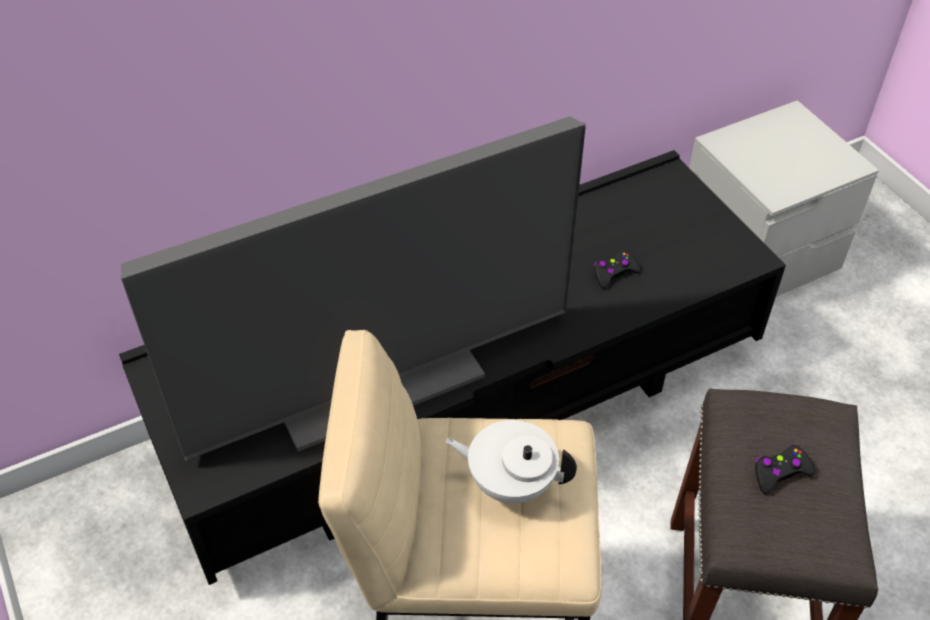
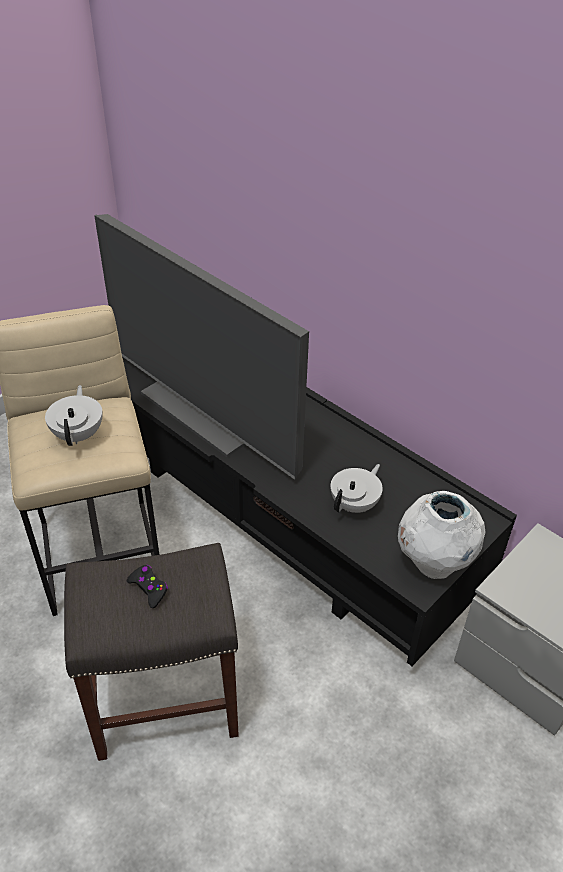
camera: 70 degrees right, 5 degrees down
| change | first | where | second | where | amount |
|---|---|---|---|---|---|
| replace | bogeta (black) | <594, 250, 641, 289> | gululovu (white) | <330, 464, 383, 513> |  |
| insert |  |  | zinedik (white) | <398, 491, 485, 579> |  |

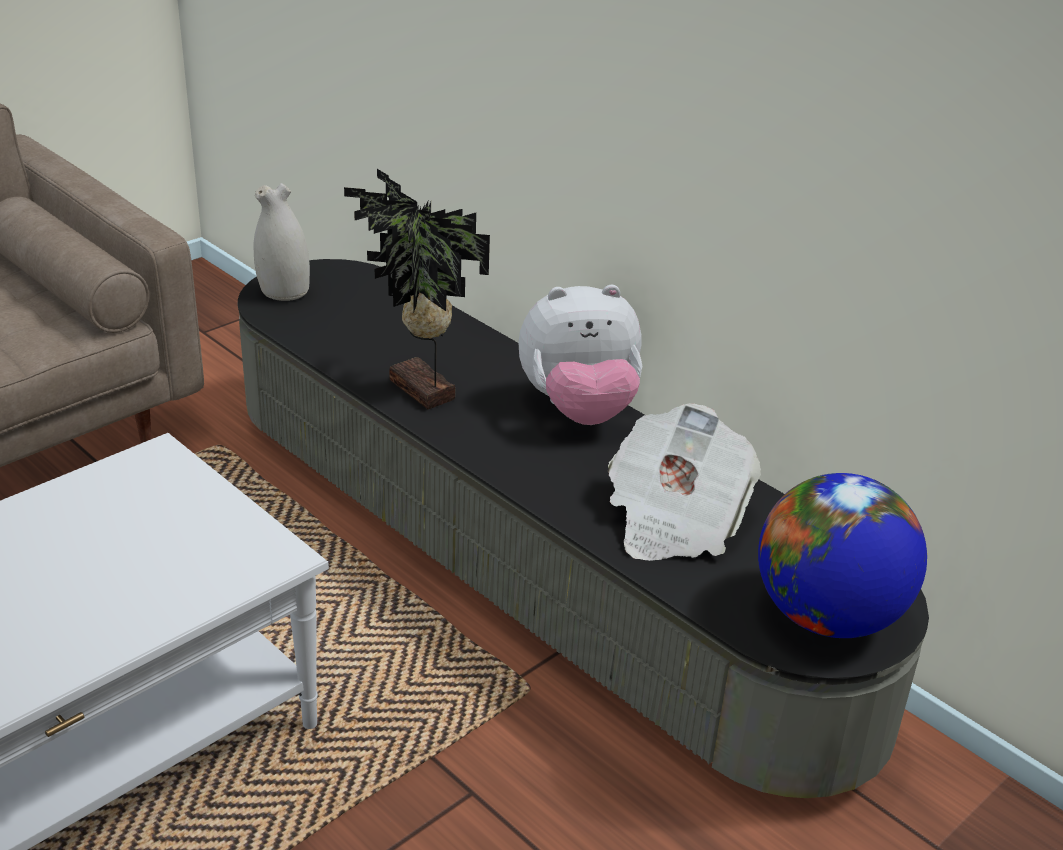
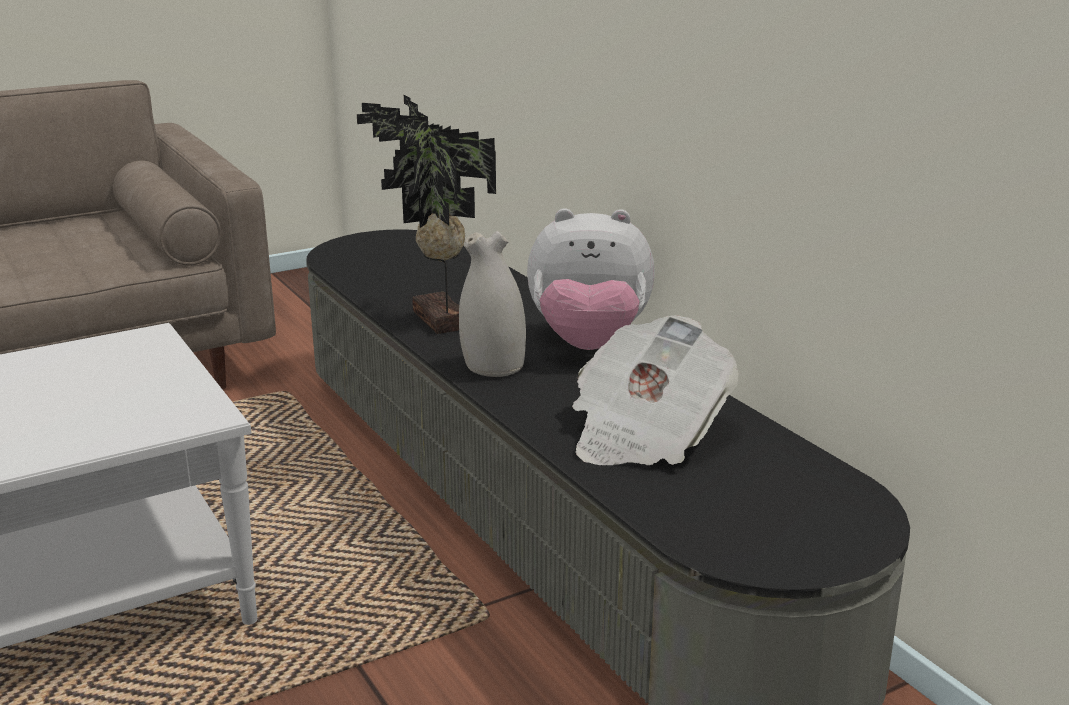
camera: 15 degrees right, 10 degrees down
| change | first | where | second | where | amount |
|---|---|---|---|---|---|
| move | zinedik (white) | <254, 183, 310, 301> |  | <459, 231, 526, 377> |  |
| delete | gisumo | <758, 473, 927, 638> |  |  |  |

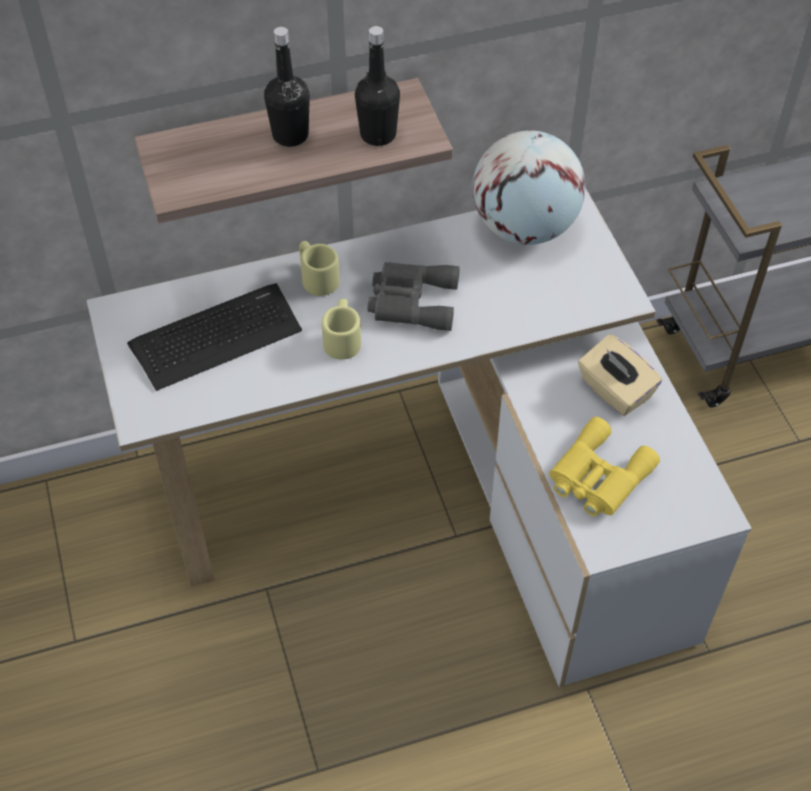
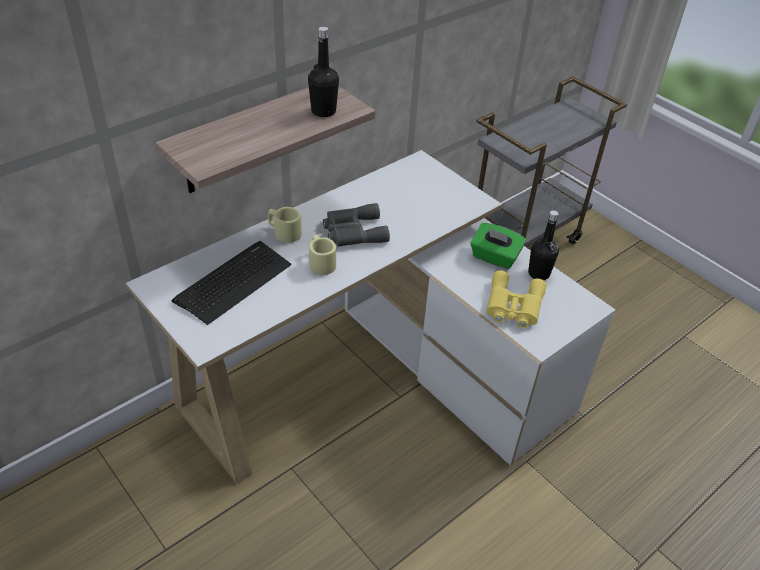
camera: 25 degrees left, 10 degrees down
| change | first | where | second | where | amount |
|---|---|---|---|---|---|
| recolor | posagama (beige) | <578, 334, 662, 416> | posagama (green) | <470, 223, 526, 270> |  |
| move | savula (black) | <264, 27, 310, 147> |  | <528, 210, 559, 280> |  |
| delete | gisumo | <472, 130, 585, 245> |  |  |  |

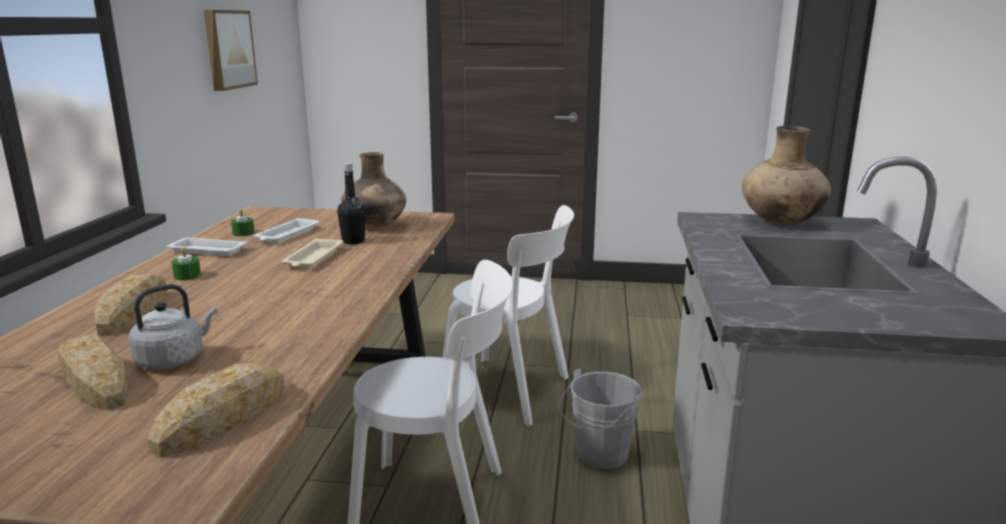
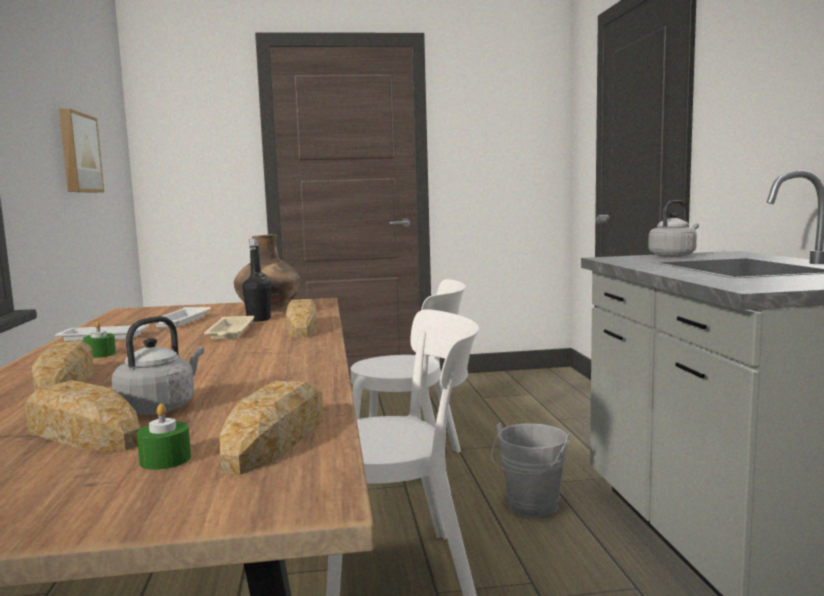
camera: 15 degrees left, 10 degrees down
| change | first | where | second | where | amount |
|---|---|---|---|---|---|
| move | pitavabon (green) | <231, 209, 255, 237> |  | <137, 404, 191, 470> |  |
| insert |  |  | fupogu | <286, 299, 317, 338> |  |
| replace | zinedik (brown) | <742, 126, 831, 224> | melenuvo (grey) | <648, 200, 699, 257> |  |

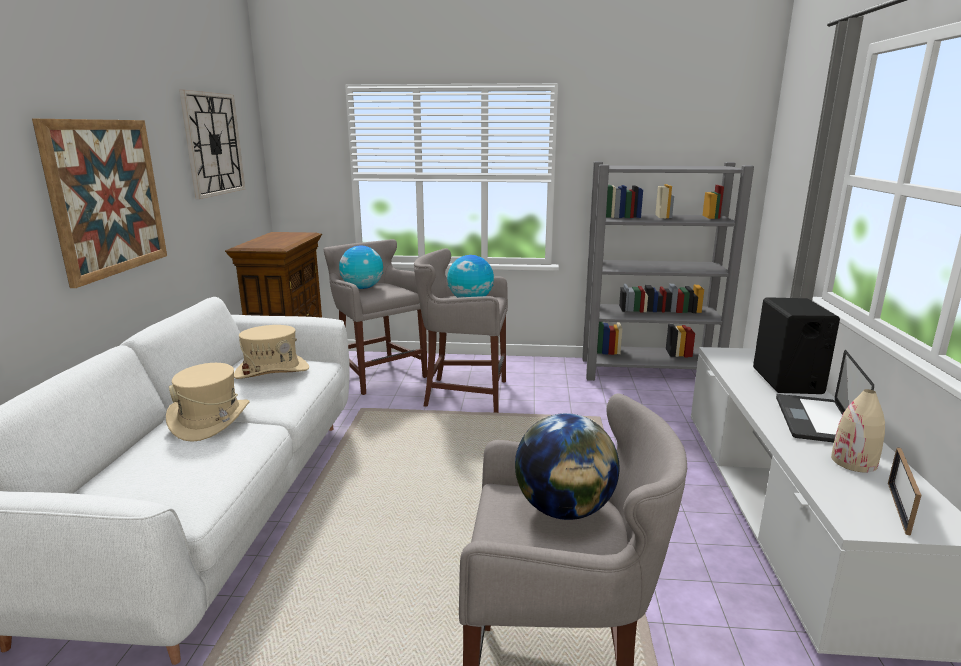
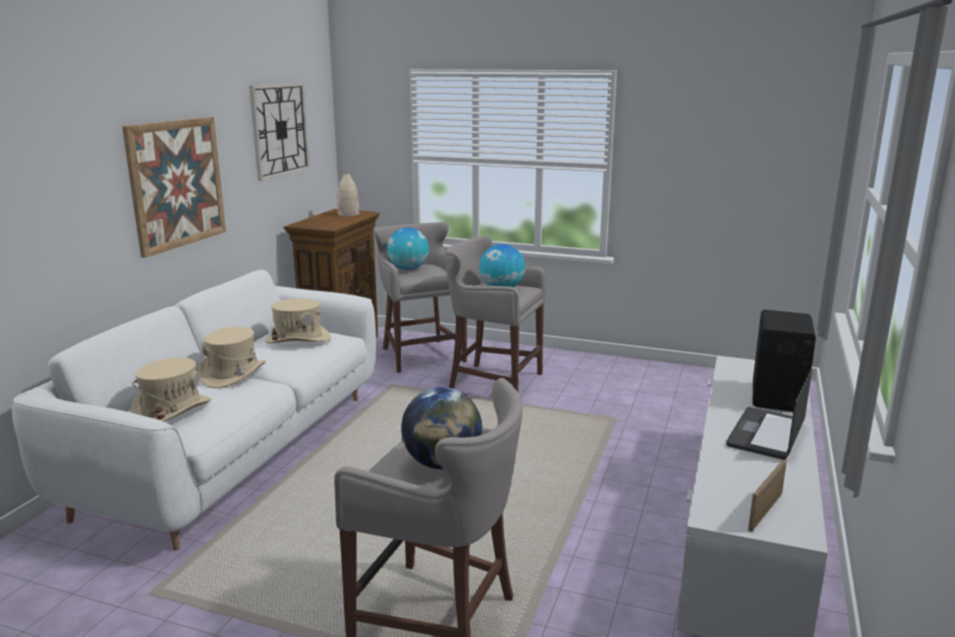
camera: 15 degrees right, 0 degrees up
| change | first | where | second | where | amount |
|---|---|---|---|---|---|
| insert |  |  | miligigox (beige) | <130, 358, 211, 422> |  |
| move | zinedik (beige) | <831, 389, 885, 472> |  | <337, 173, 359, 217> |  |
| delete | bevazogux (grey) | <582, 161, 754, 381> |  |  |  |

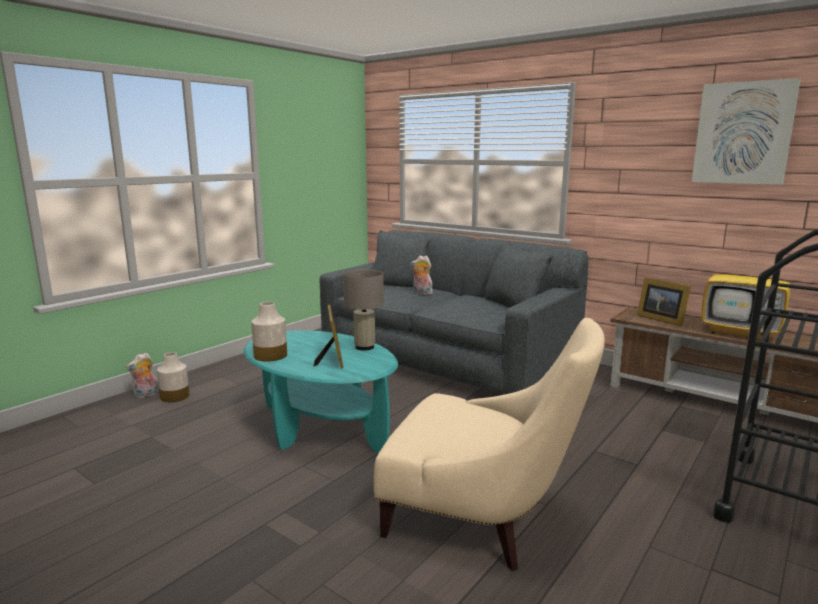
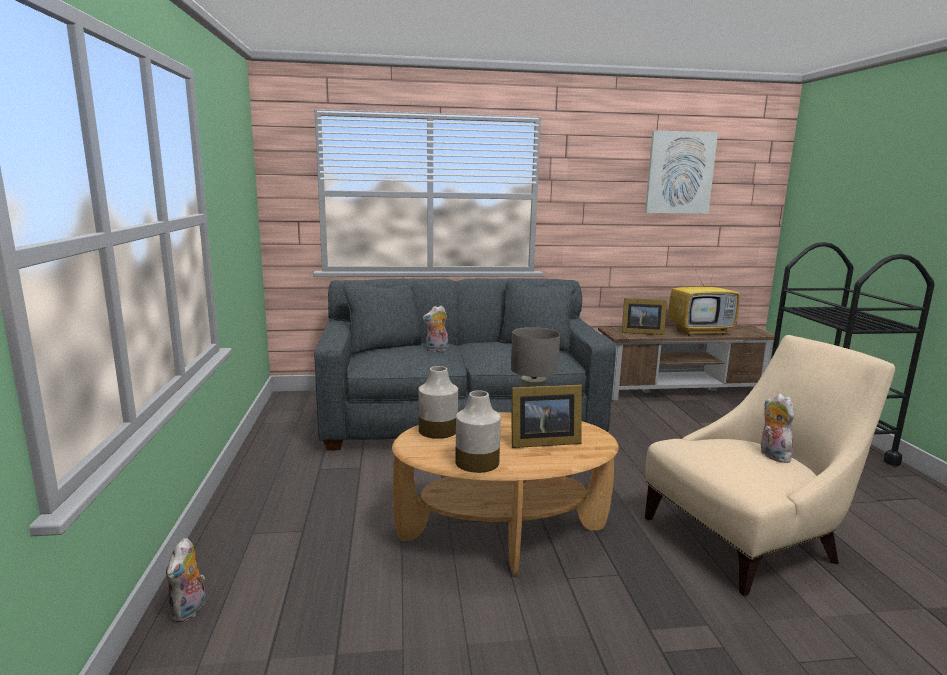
camera: 45 degrees left, 0 degrees up
| change | first | where | second | where | amount |
|---|---|---|---|---|---|
| recolor | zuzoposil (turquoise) | <244, 330, 398, 453> | zuzoposil (brown) | <392, 412, 619, 575> |  |
| move | zinedik (beige) | <157, 352, 190, 402> |  | <418, 366, 458, 439> |  |
| rotate | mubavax | <314, 305, 343, 369> |  | <511, 385, 582, 448> | 135 degrees clockwise |
| insert |  |  | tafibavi | <761, 393, 794, 463> |  |

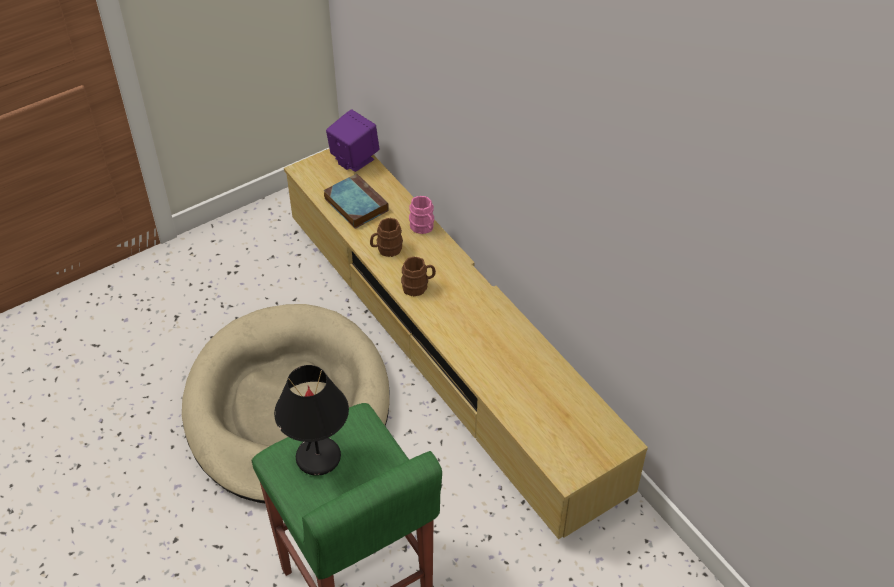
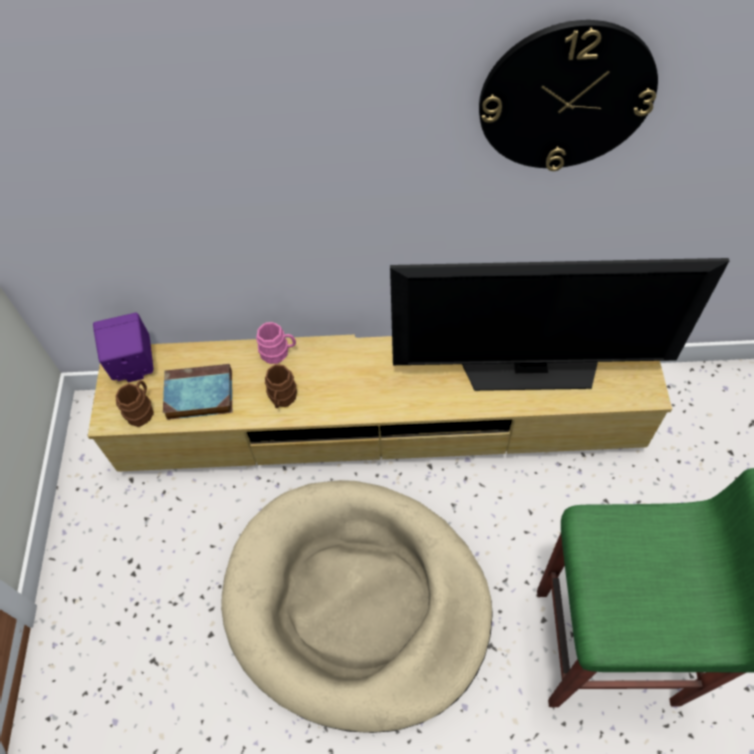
camera: 55 degrees left, 10 degrees up
| change | first | where | second | where | amount |
|---|---|---|---|---|---|
| move | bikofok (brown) | <401, 256, 436, 296> |  | <116, 380, 154, 427> |  |
| insert |  |  | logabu | <390, 258, 729, 391> |  |
| insert |  |  | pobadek | <479, 20, 658, 171> |  |
| delete | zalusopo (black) | <274, 365, 349, 476> |  |  |  |

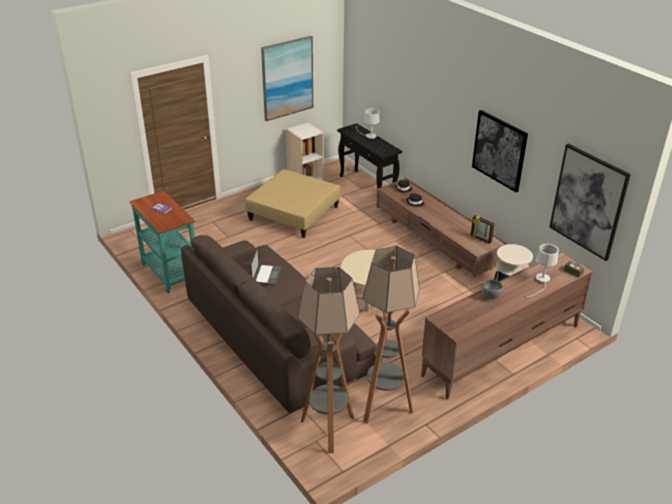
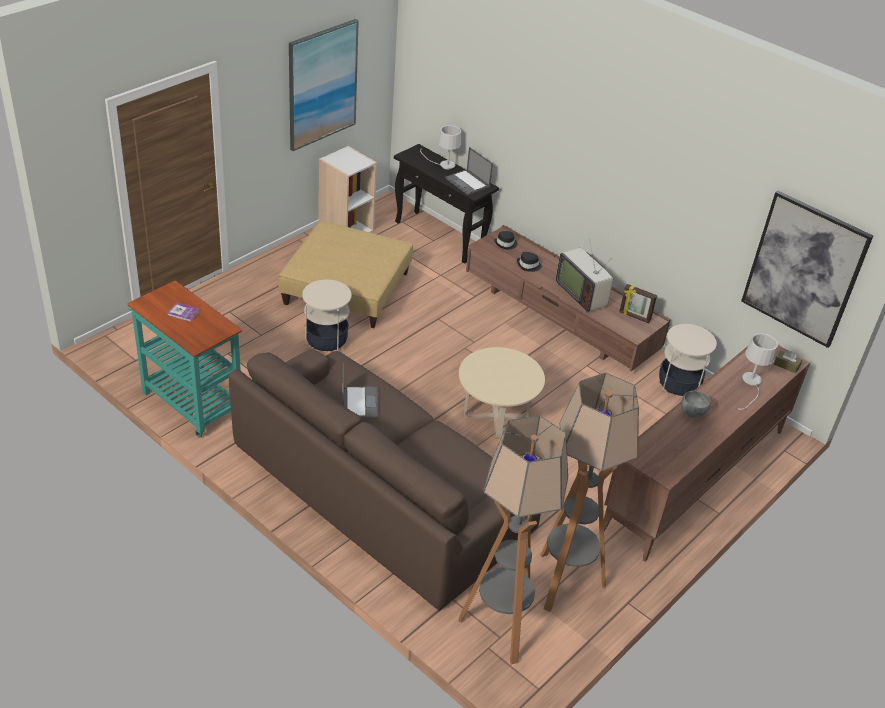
camera: 15 degrees left, 5 degrees up
| change | first | where | second | where | amount |
|---|---|---|---|---|---|
| insert |  |  | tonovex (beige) | <302, 279, 352, 351> |  |
| insert |  |  | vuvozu | <445, 147, 493, 195> |  |
| insert |  |  | logabu | <556, 244, 613, 313> |  |
| delete | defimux | <472, 110, 528, 192> |  |  |  |

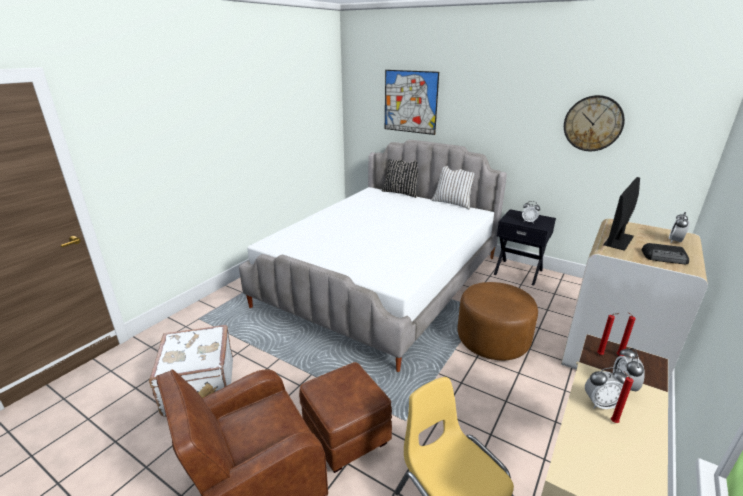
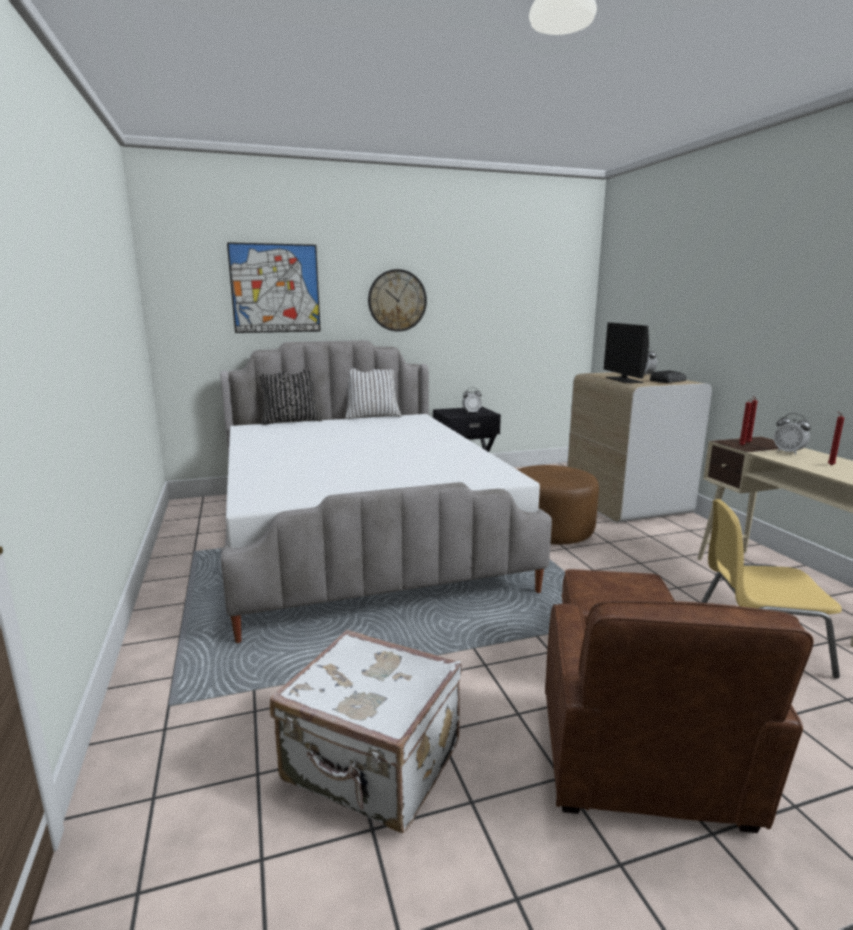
camera: 50 degrees left, 10 degrees down
| change | first | where | second | where | amount |
|---|---|---|---|---|---|
| move | pobadek | <564, 95, 625, 151> |  | <368, 269, 427, 332> |  |
| delete | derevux | <585, 367, 627, 409> |  |  |  |

